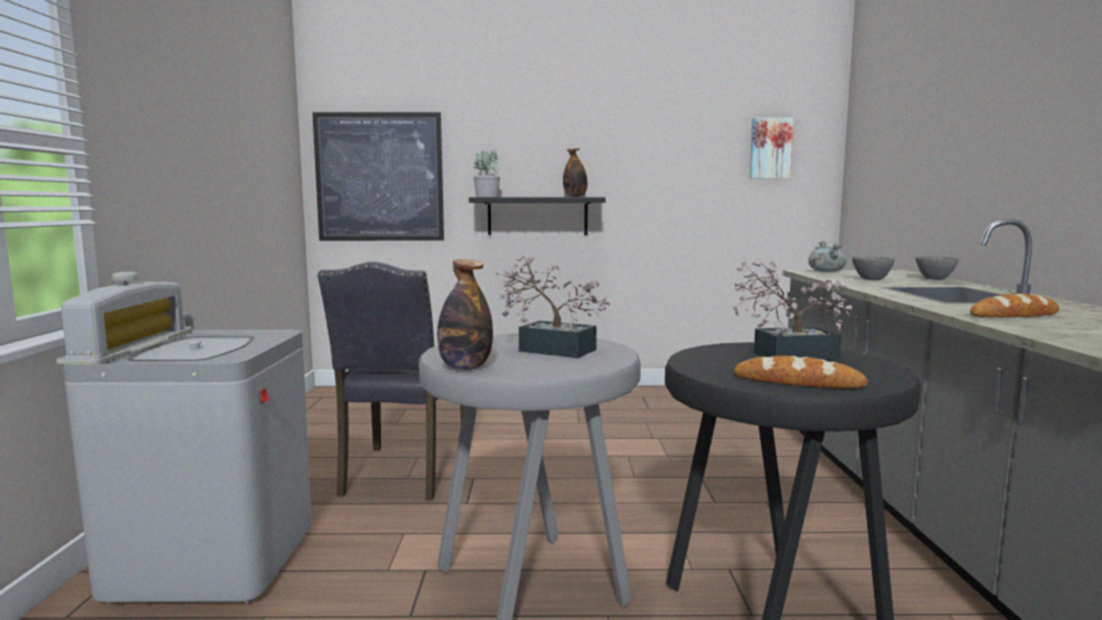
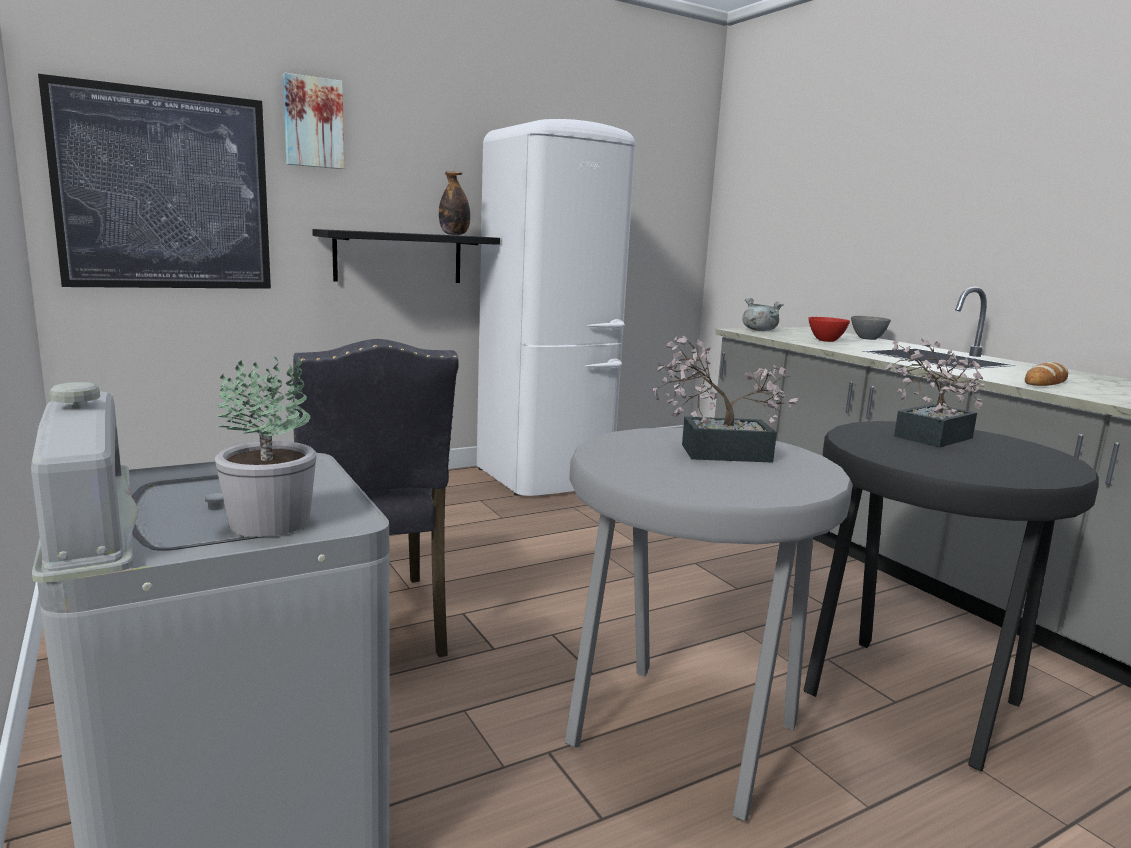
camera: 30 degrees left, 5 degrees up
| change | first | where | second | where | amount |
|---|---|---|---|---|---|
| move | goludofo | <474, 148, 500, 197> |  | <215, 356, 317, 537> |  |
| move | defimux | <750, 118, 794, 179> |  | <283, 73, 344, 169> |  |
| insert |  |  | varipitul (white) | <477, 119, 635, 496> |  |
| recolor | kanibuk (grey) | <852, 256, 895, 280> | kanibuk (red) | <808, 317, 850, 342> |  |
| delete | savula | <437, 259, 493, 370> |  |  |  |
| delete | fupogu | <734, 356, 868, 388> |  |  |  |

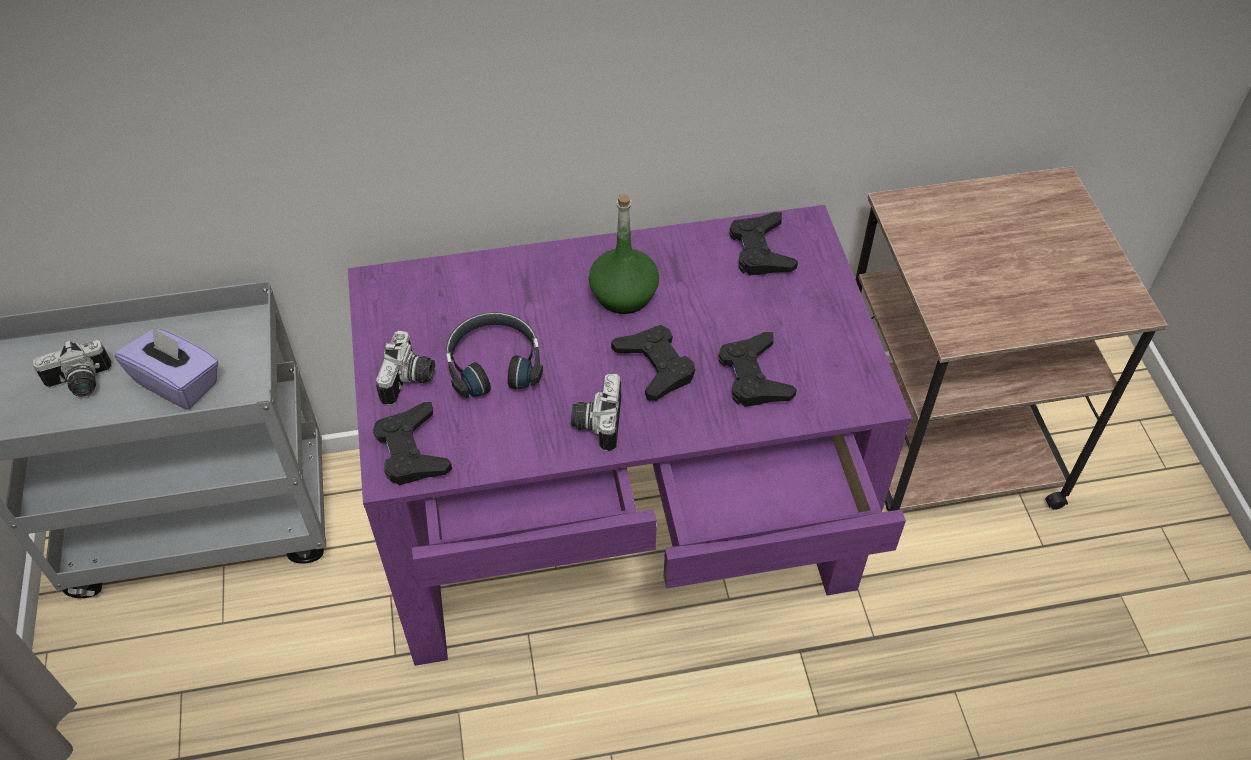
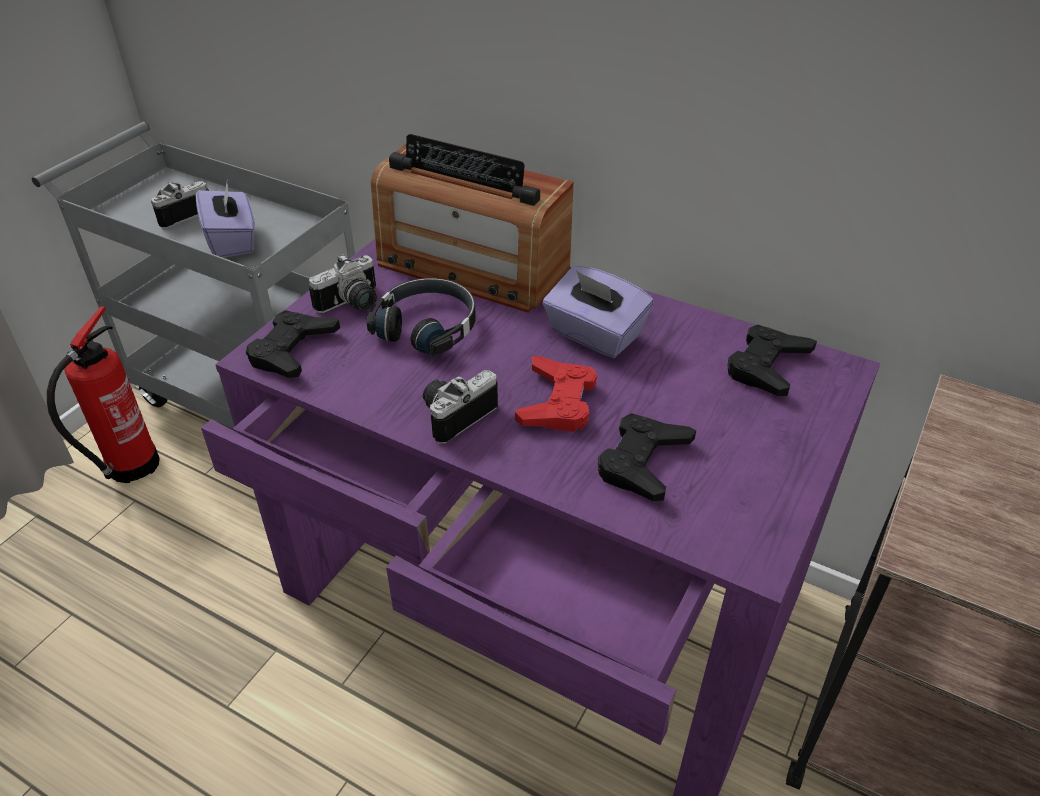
camera: 40 degrees right, 10 degrees down
| change | first | where | second | where | amount |
|---|---|---|---|---|---|
| insert |  |  | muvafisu | <47, 306, 160, 483> |  |
| rotate | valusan | <33, 340, 112, 397> |  | <151, 181, 209, 228> | 120 degrees clockwise |
| insert |  |  | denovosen | <371, 134, 574, 313> |  |
| recolor | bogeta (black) | <611, 325, 695, 401> | bogeta (red) | <515, 356, 597, 432> |  |
| replace | savula (green) | <589, 194, 659, 314> | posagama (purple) | <543, 266, 654, 358> |  |

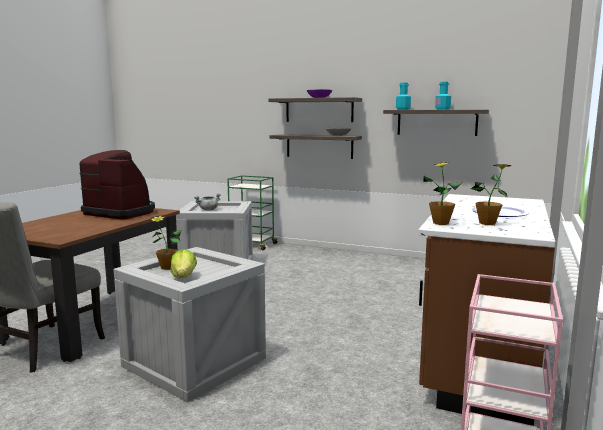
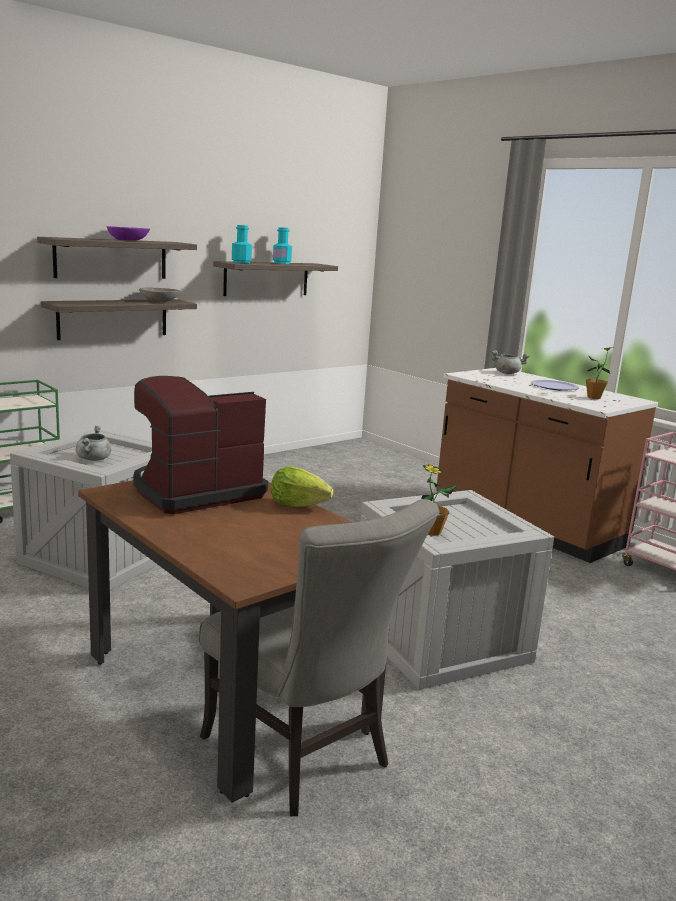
camera: 65 degrees left, 5 degrees up
| change | first | where | second | where | amount |
|---|---|---|---|---|---|
| move | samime | <170, 249, 197, 279> |  | <271, 466, 333, 507> |  |
| insert |  |  | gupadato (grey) | <492, 350, 530, 374> |  |
| delete | goludofo | <423, 162, 463, 225> |  |  |  |

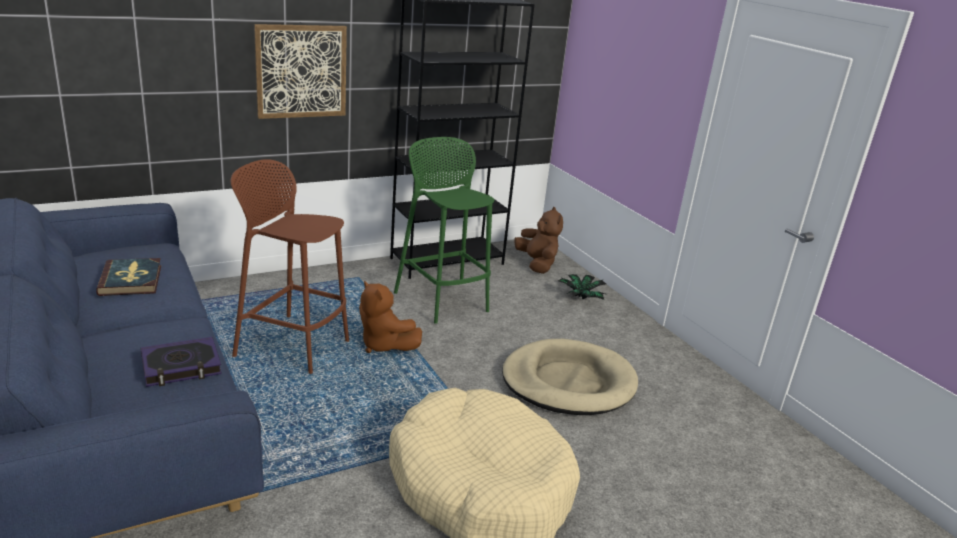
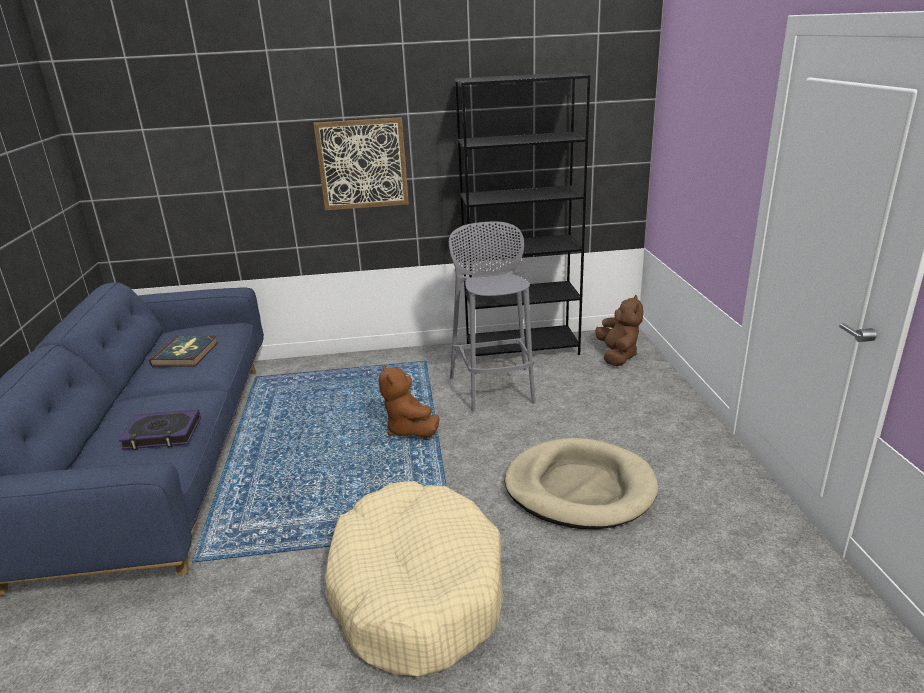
camera: 25 degrees right, 0 degrees up
| change | first | where | second | where | amount |
|---|---|---|---|---|---|
| recolor | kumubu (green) | <394, 137, 494, 324> | kumubu (grey) | <449, 221, 535, 412> |  |
| delete | kumubu (brown) | <231, 159, 349, 374> |  |  |  |
| delete | goludofo | <558, 274, 606, 300> |  |  |  |

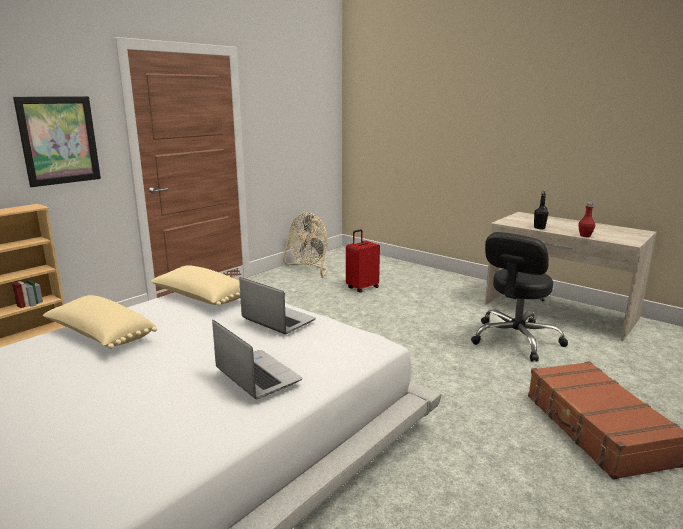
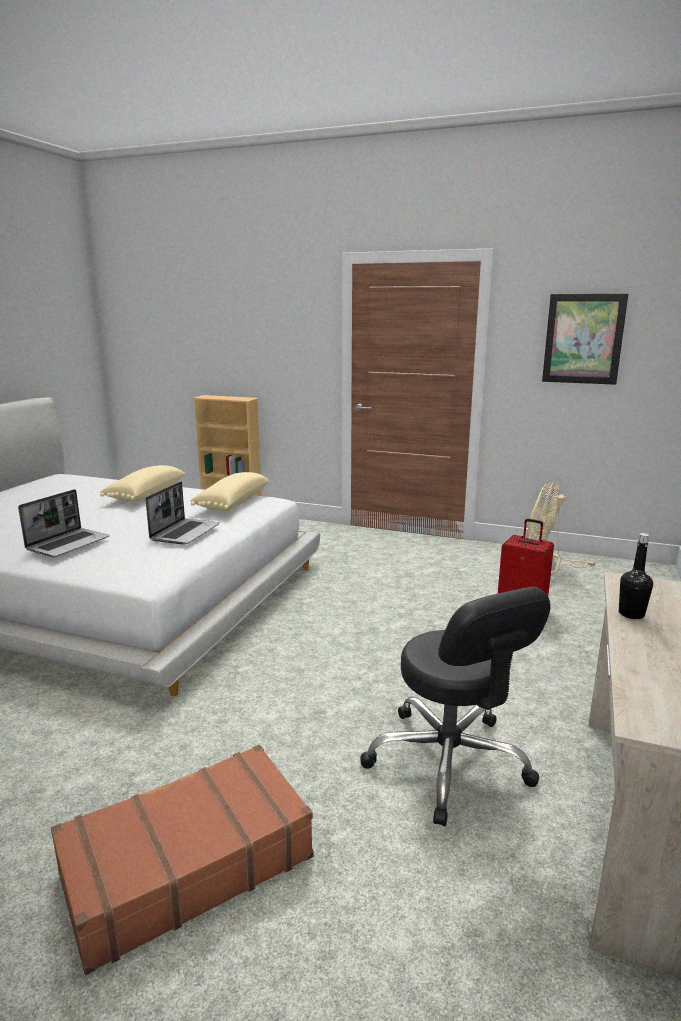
camera: 70 degrees right, 0 degrees up
| change | first | where | second | where | amount |
|---|---|---|---|---|---|
| rotate | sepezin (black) | <471, 232, 568, 362> |  | <360, 587, 550, 826> | 135 degrees counterclockwise |
| move | defimux | <13, 96, 101, 187> |  | <542, 294, 628, 385> |  |
| delete | savula (red) | <579, 202, 595, 237> |  |  |  |

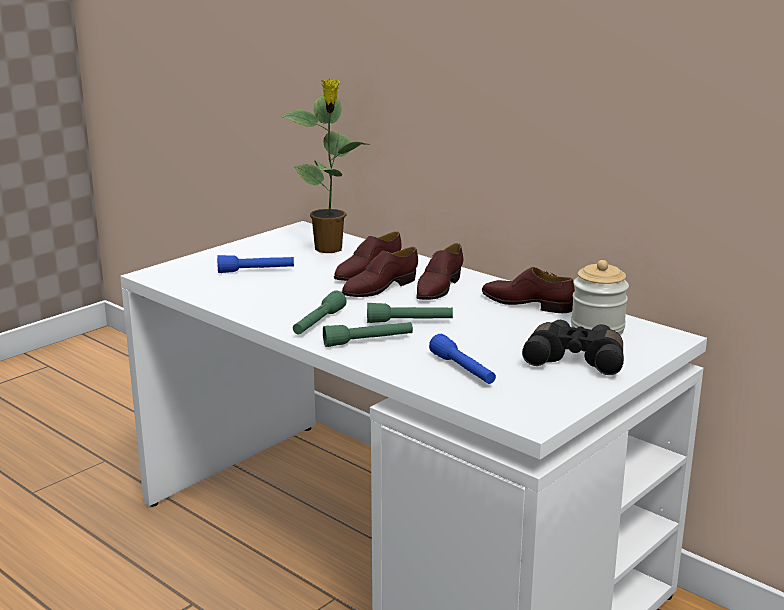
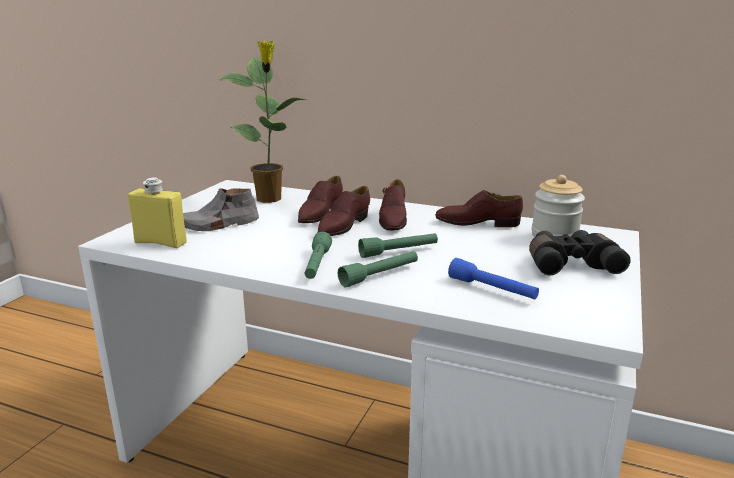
camera: 20 degrees left, 0 degrees up
| change | first | where | second | where | amount |
|---|---|---|---|---|---|
| insert |  |  | savula (yellow) | <128, 178, 187, 248> |  |
| replace | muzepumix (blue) | <217, 255, 294, 273> | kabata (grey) | <183, 188, 259, 231> |  |

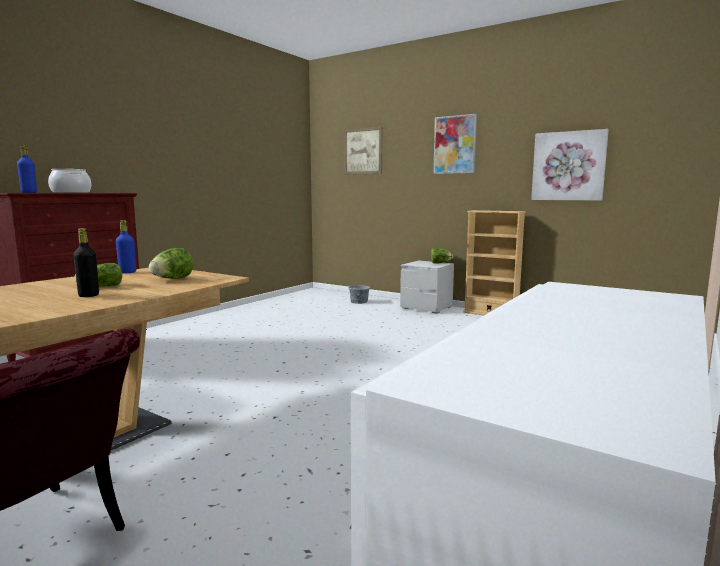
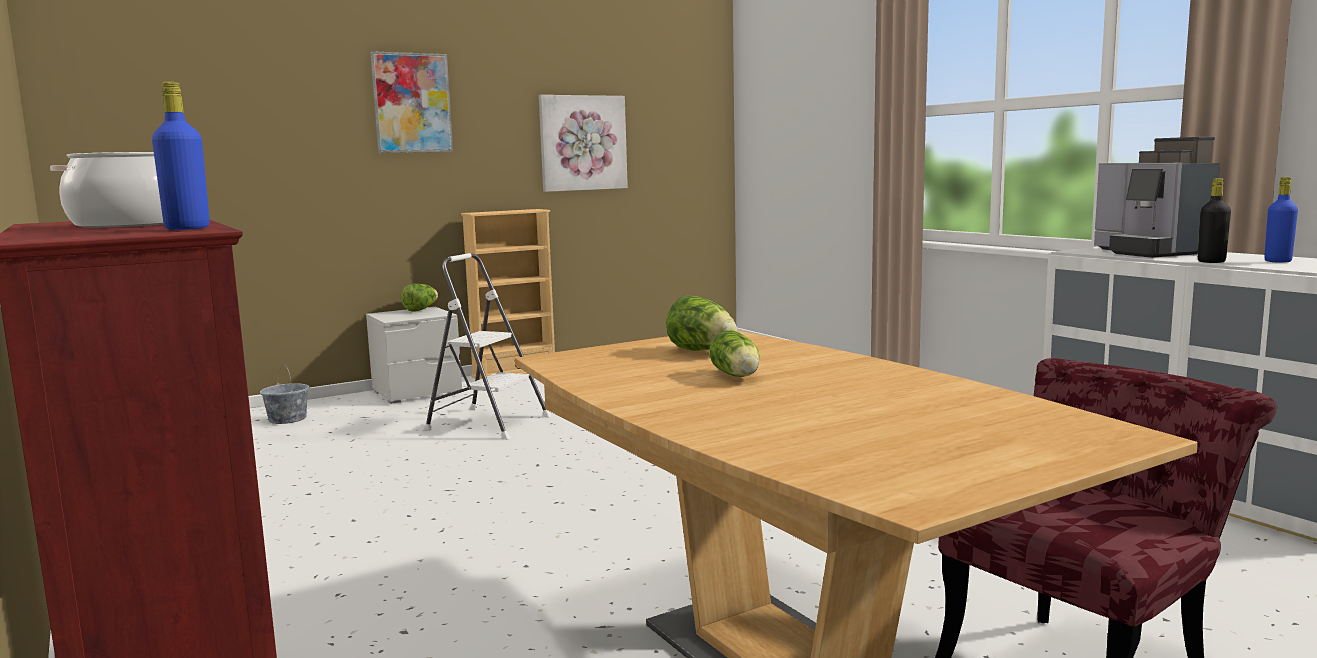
camera: 65 degrees left, 0 degrees up
| change | first | where | second | where | amount |
|---|---|---|---|---|---|
| insert |  |  | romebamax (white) | <422, 253, 552, 440> |  |
| insert |  |  | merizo | <1094, 137, 1220, 258> |  |
| move | savula (black) | <73, 228, 99, 297> |  | <1198, 178, 1231, 263> |  |
| move | savula (blue) | <116, 220, 136, 273> |  | <1264, 177, 1298, 263> |  |
| delete | defimux | <344, 127, 382, 175> |  |  |  |

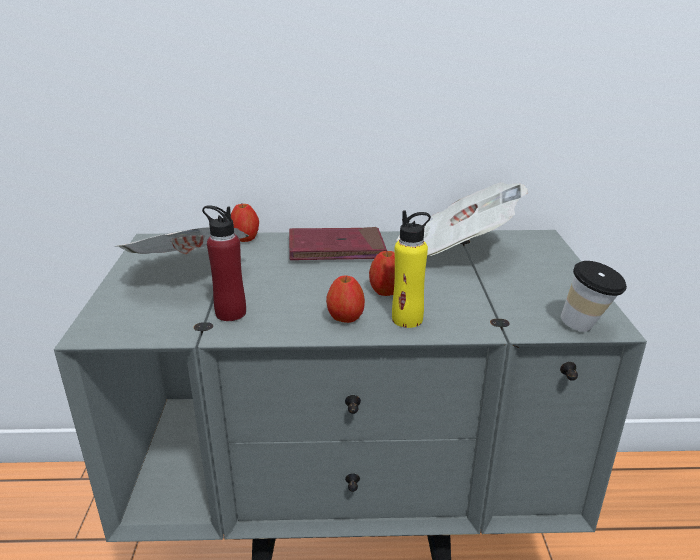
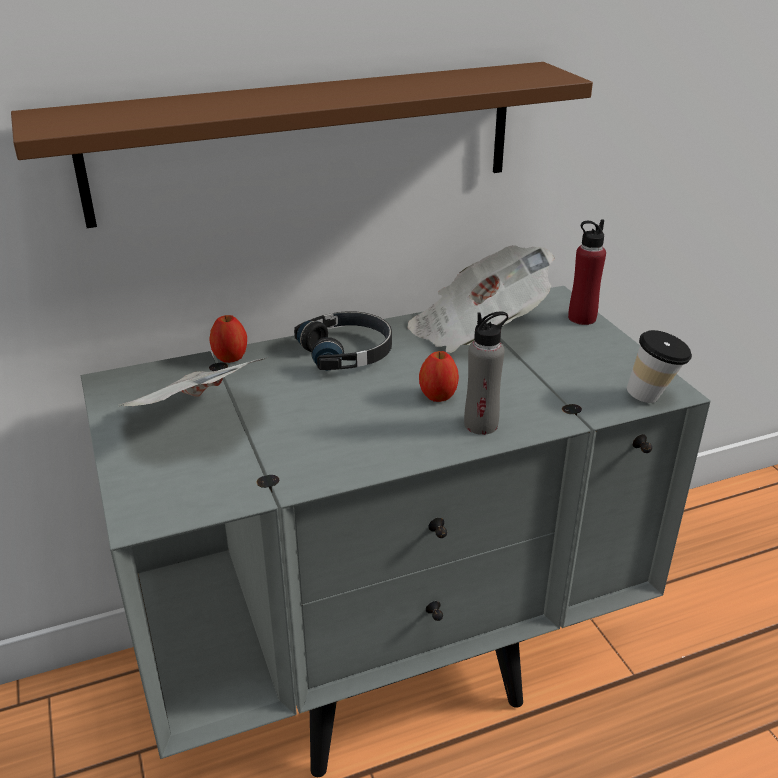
camera: 20 degrees left, 5 degrees up
| change | first | where | second | where | amount |
|---|---|---|---|---|---|
| insert |  |  | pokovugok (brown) | <11, 62, 593, 228> |  |
| replace | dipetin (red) | <289, 227, 387, 260> | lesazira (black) | <294, 311, 392, 370> |  |
| recolor | savula (yellow) | <392, 210, 431, 328> | savula (grey) | <464, 312, 508, 435> |  |
| move | savula (red) | <202, 205, 246, 321> |  | <568, 219, 606, 325> |  |
| delete | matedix | <326, 275, 365, 323> |  |  |  |

